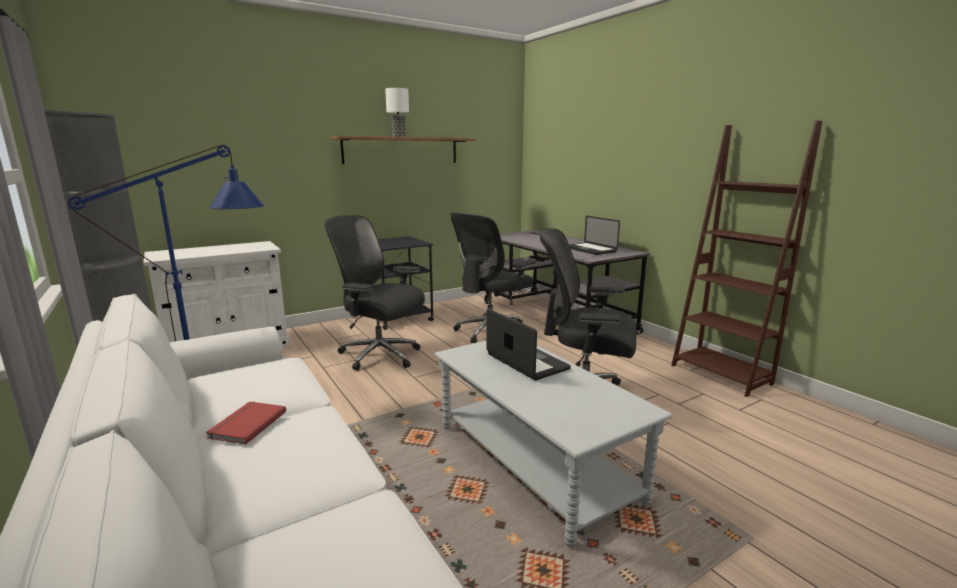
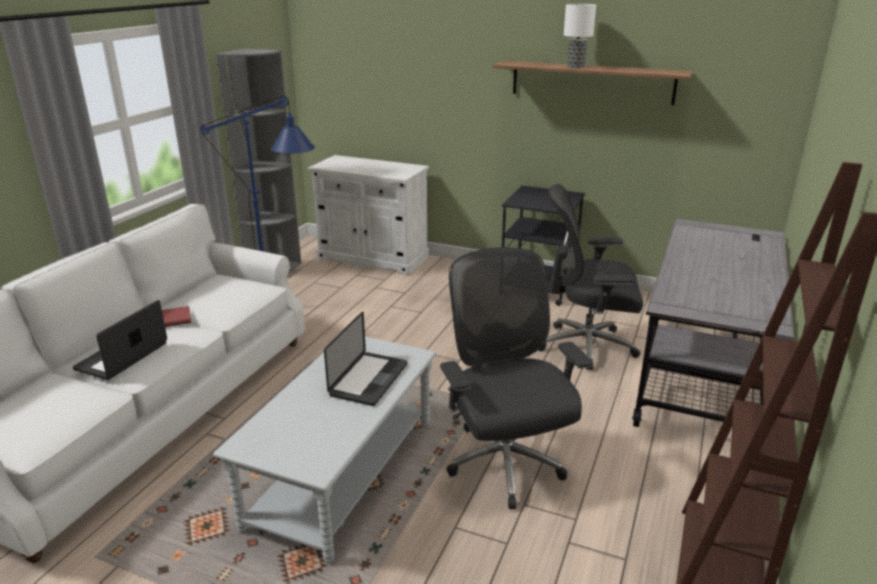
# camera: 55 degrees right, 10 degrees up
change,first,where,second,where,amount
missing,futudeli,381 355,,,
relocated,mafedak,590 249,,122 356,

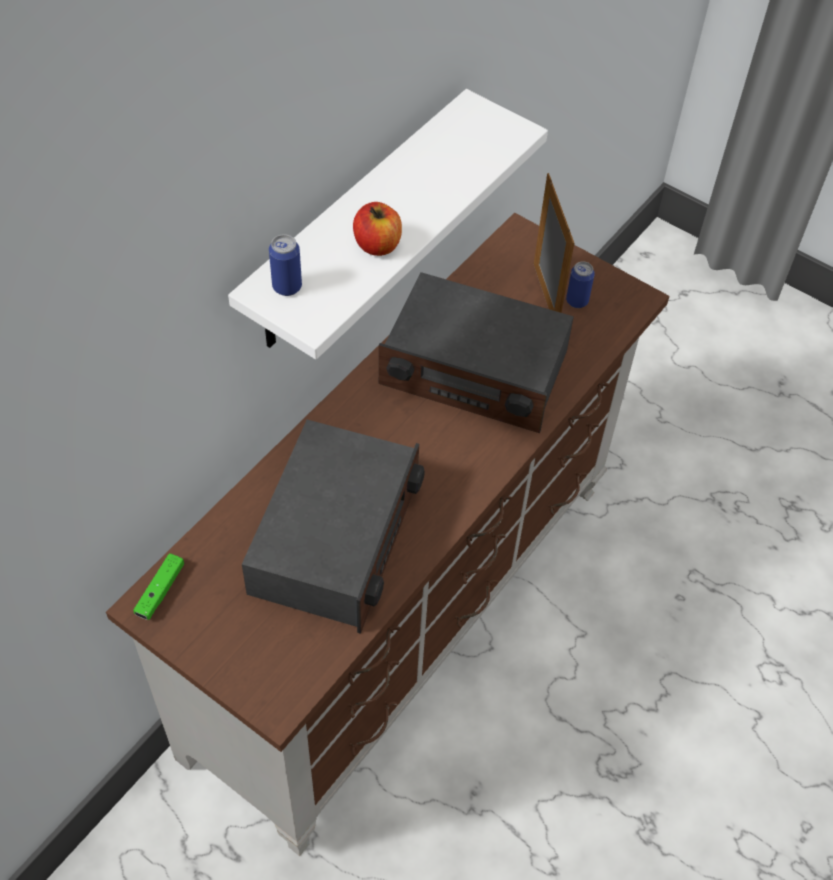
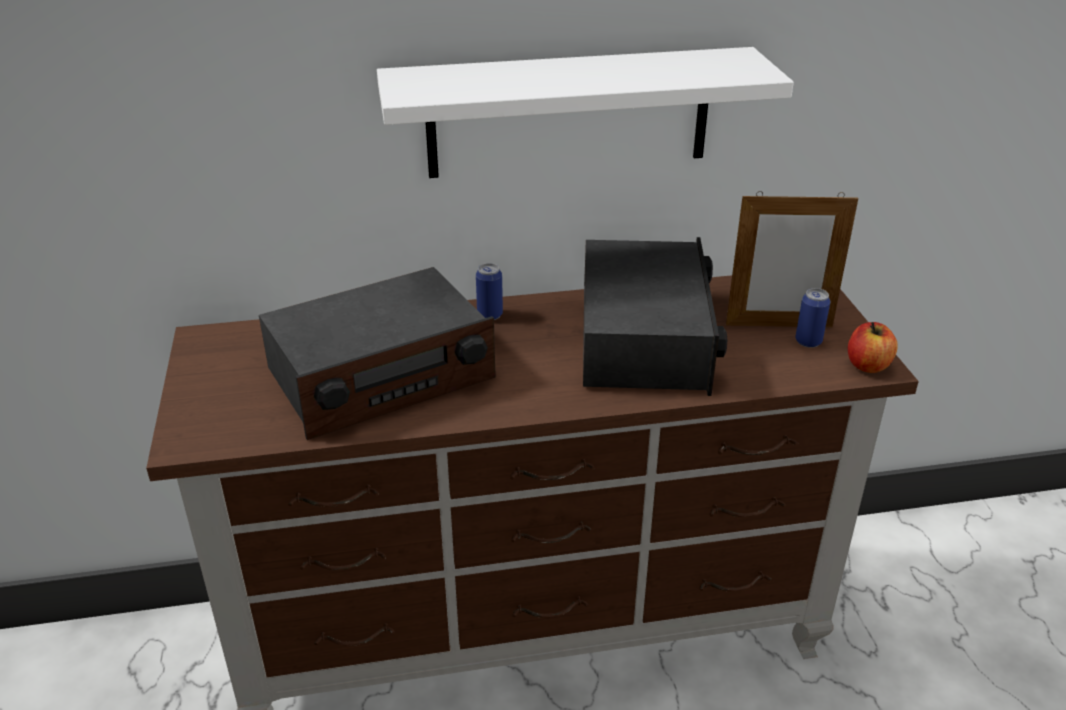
# camera: 45 degrees right, 20 degrees down
change,first,where,second,where,amount
spun,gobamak,545 297,,778 325,60 degrees clockwise
relocated,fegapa,377 245,,868 365,
relocated,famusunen,287 287,,490 315,
spun,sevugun,474 370,,645 338,150 degrees counterclockwise
missing,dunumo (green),160 591,,,

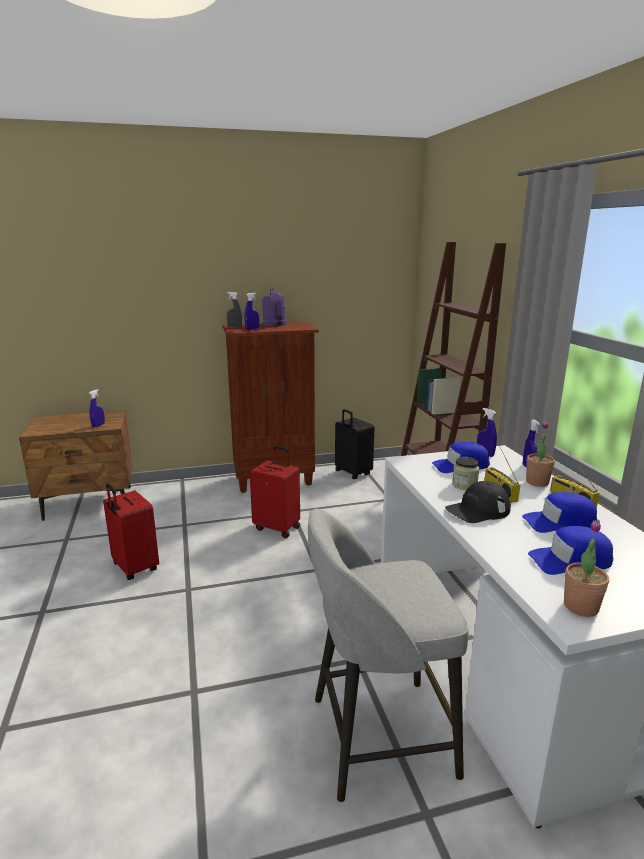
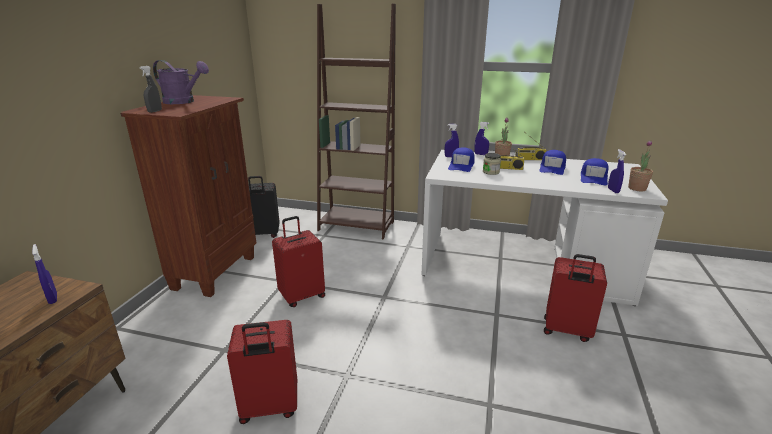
# camera: 60 degrees left, 5 degrees up
change,first,where,second,where,amount
relocated,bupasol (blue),252 329,,613 190,
missing,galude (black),477 510,,,
exchanged,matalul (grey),377 736,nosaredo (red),566 331,

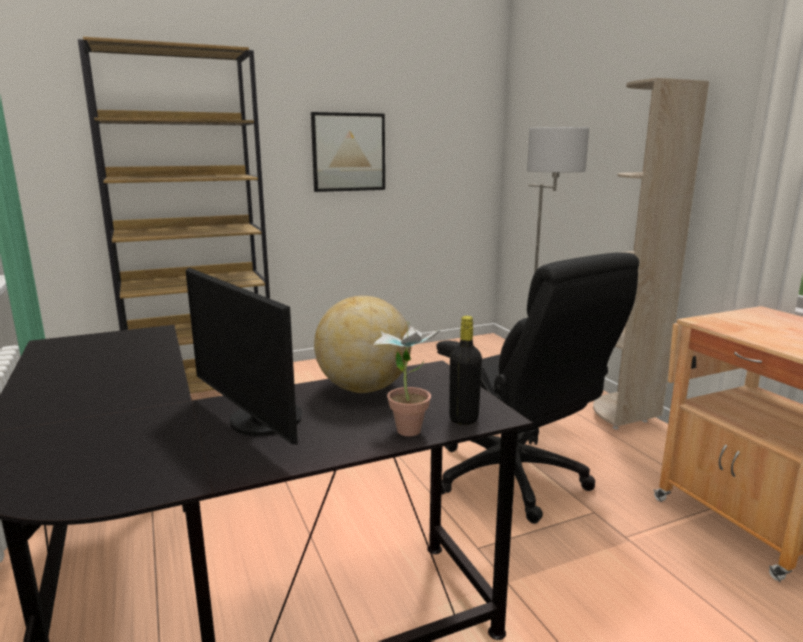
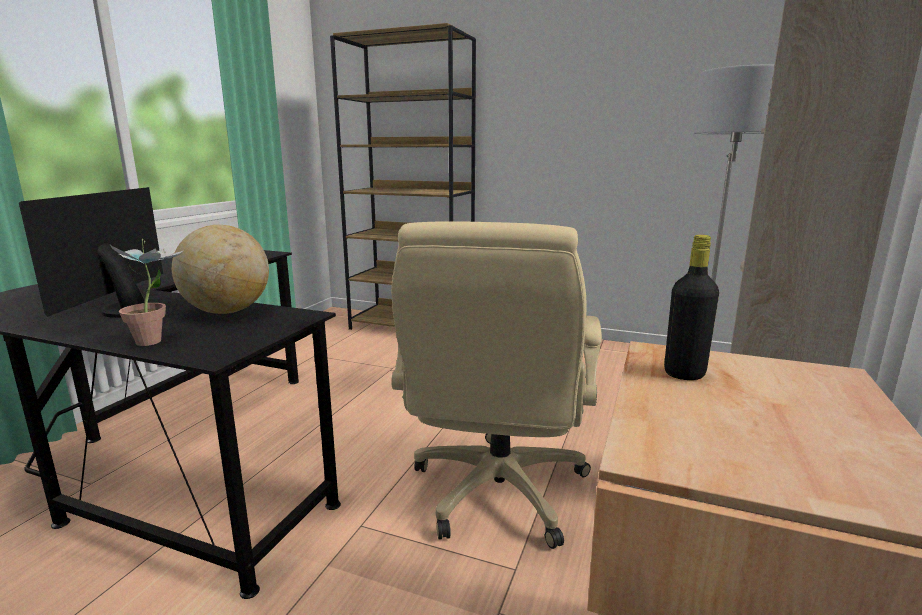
# camera: 45 degrees right, 0 degrees up
change,first,where,second,where,amount
missing,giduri,348 152,,,
colour,futudeli (black),516 482,futudeli (beige),495 497,
relocated,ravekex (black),463 418,,684 373,

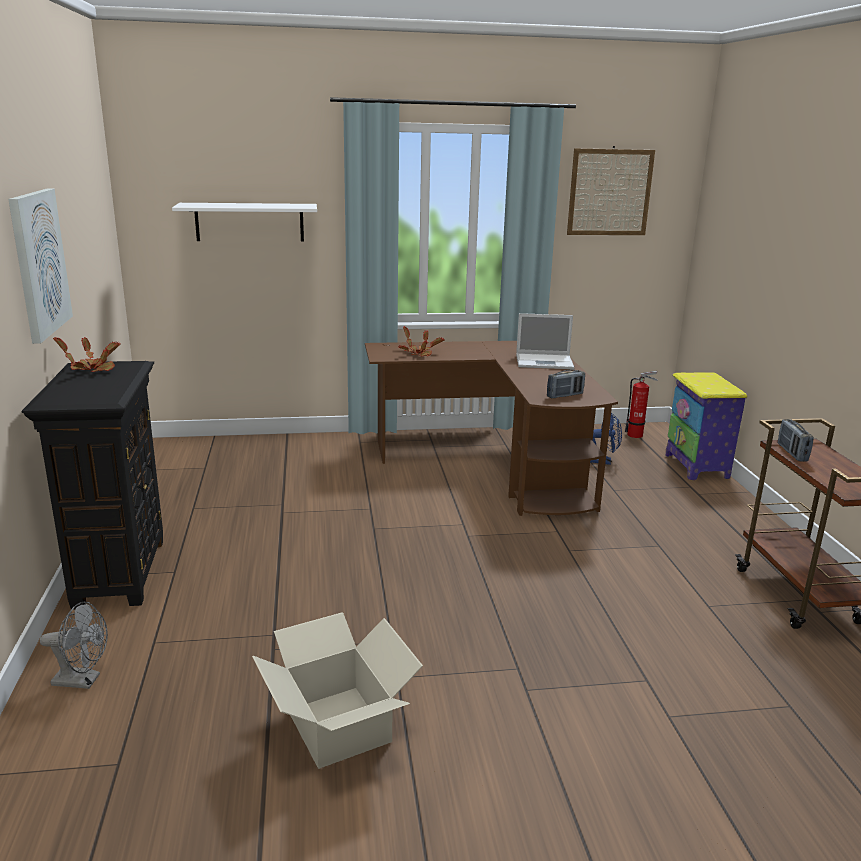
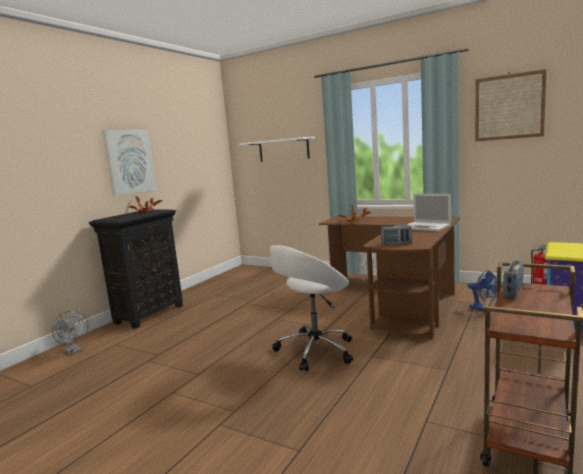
# camera: 40 degrees right, 10 degrees down
change,first,where,second,where,amount
missing,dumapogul,337 726,,,
appeared,,,futudeli (white),313 351,

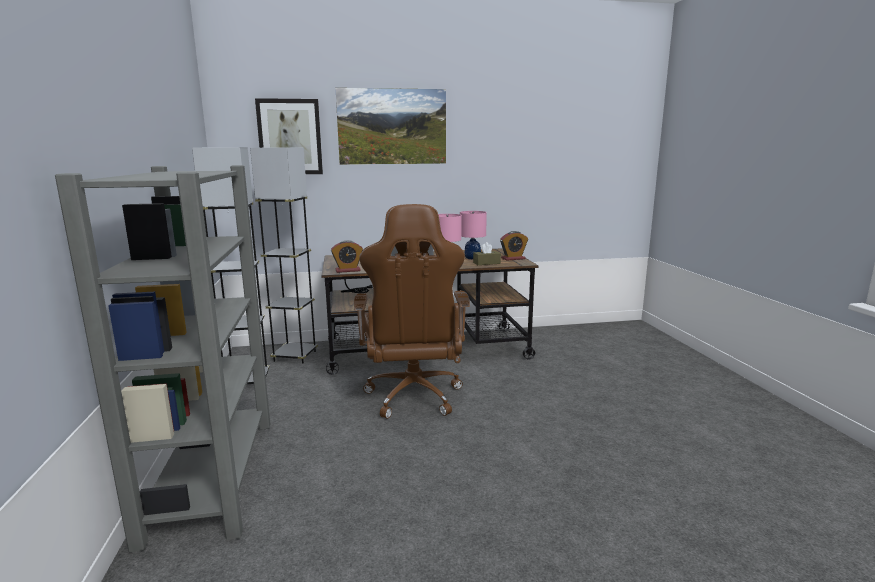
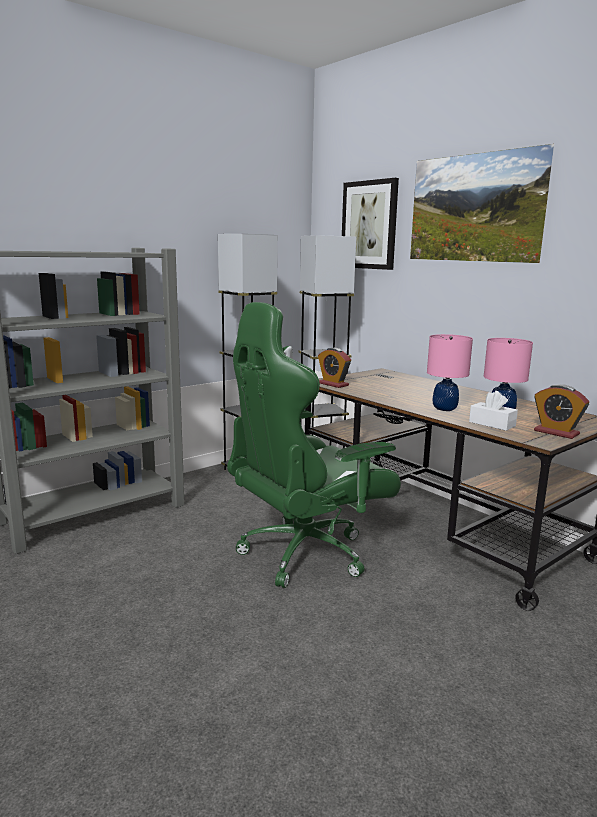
# camera: 60 degrees right, 0 degrees up
change,first,where,second,where,amount
colour,futudeli (brown),413 393,futudeli (green),310 551,
colour,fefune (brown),486 263,fefune (white),492 424,

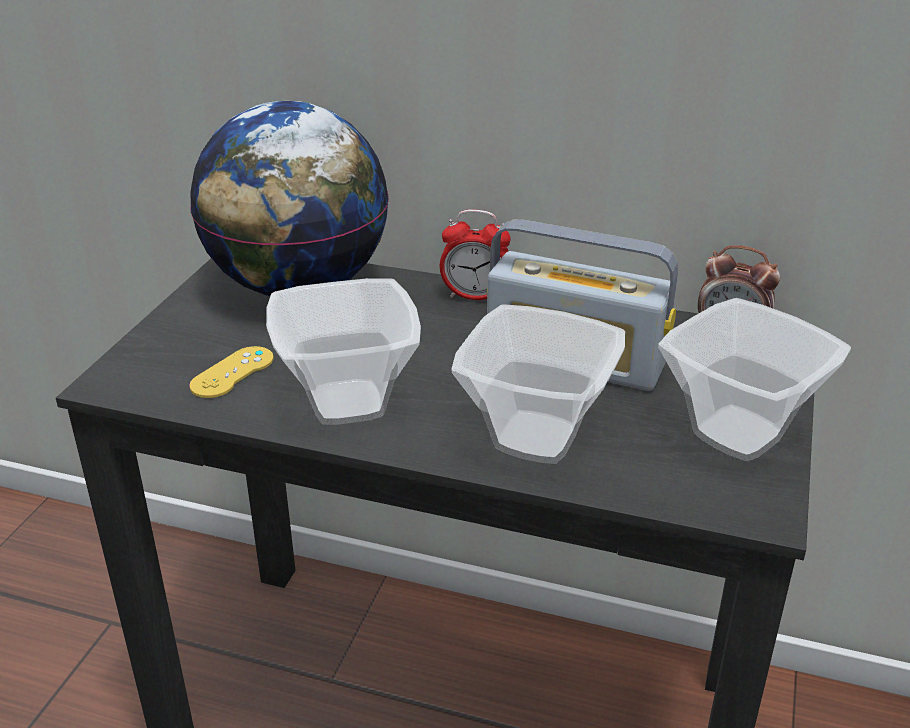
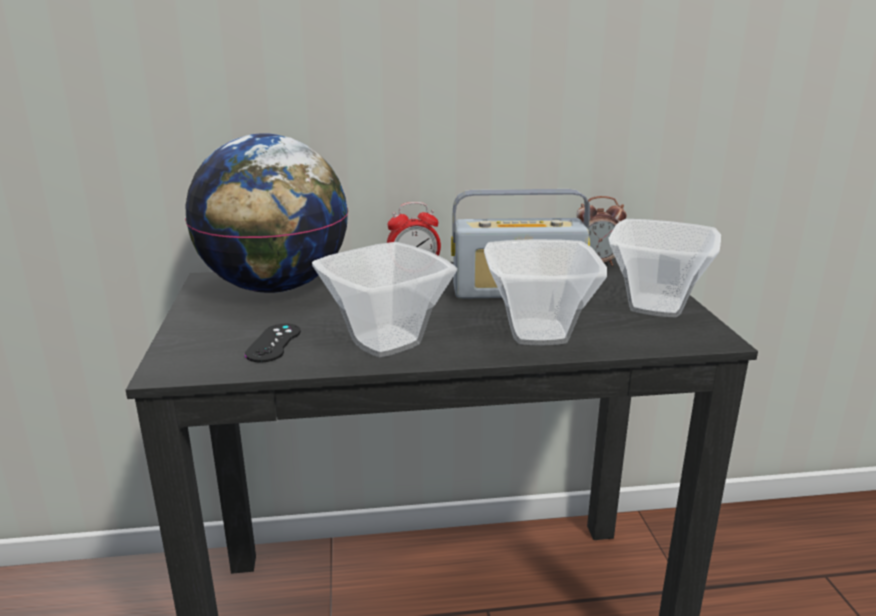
# camera: 25 degrees left, 10 degrees down
change,first,where,second,where,amount
colour,dunumo (yellow),232 372,dunumo (black),273 343,

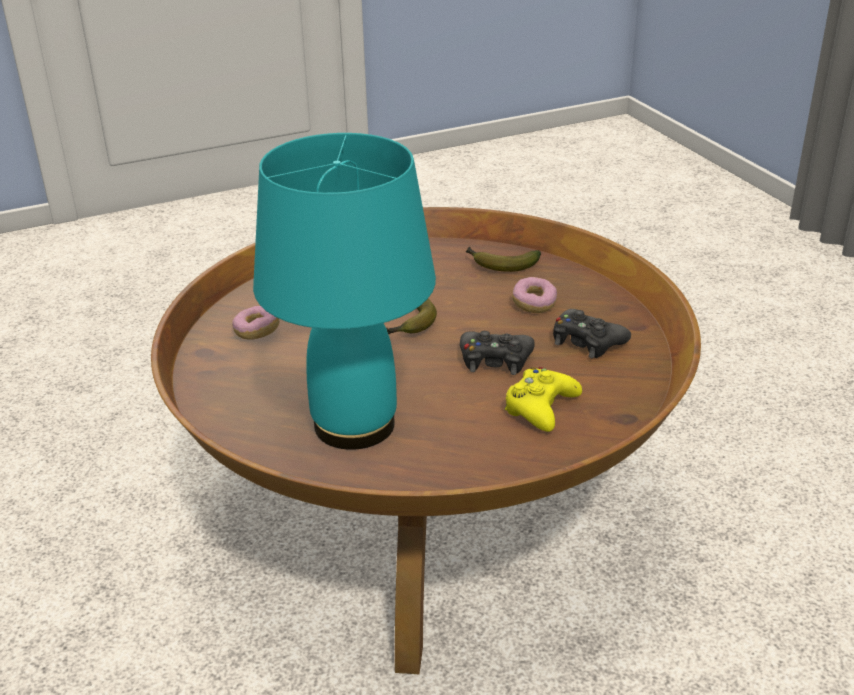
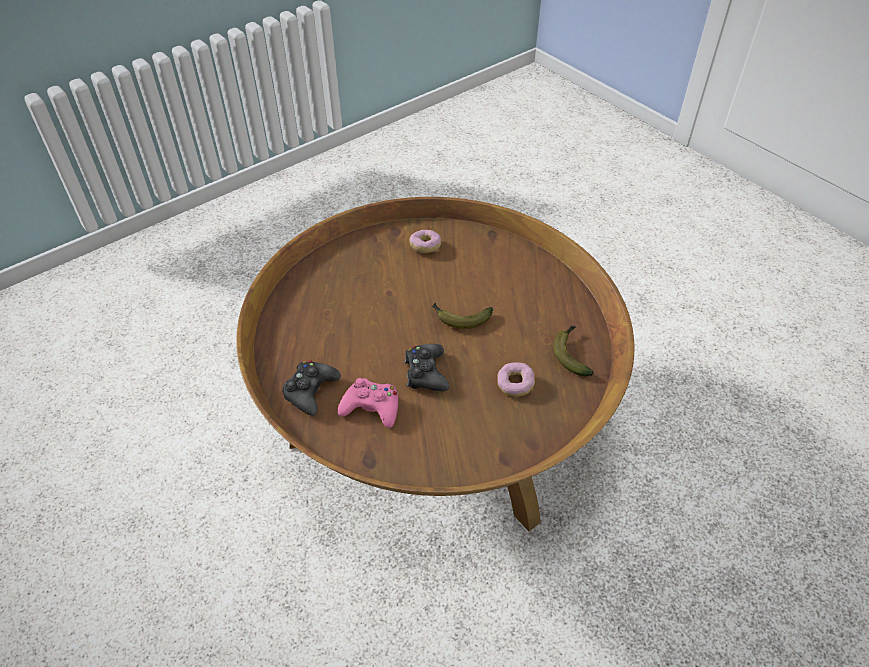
# camera: 75 degrees right, 15 degrees up
change,first,where,second,where,amount
missing,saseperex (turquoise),352 426,,,
relocated,dunumo (black),587 342,,310 391,
colour,dunumo (yellow),540 407,dunumo (pink),371 407,

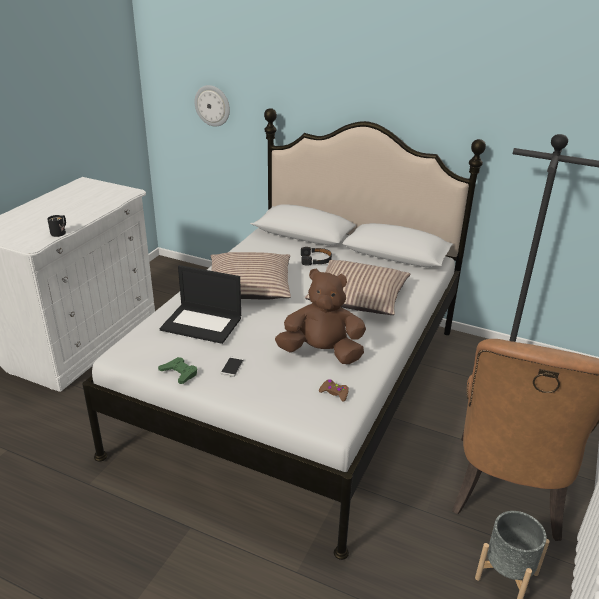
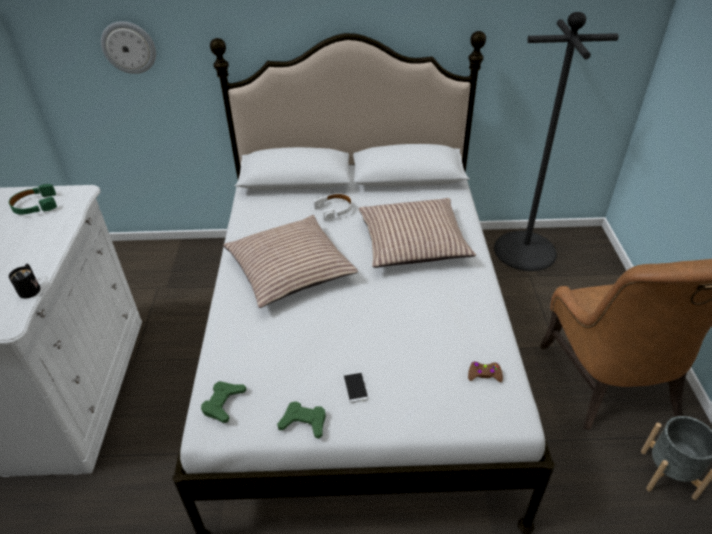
# camera: 25 degrees left, 10 degrees up
change,first,where,second,where,amount
colour,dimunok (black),316 260,dimunok (white),334 209,
missing,mafedak,202 323,,,
missing,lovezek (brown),322 353,,,
appeared,,,dimunok (green),35 205,
appeared,,,dunumo (green),223 403,

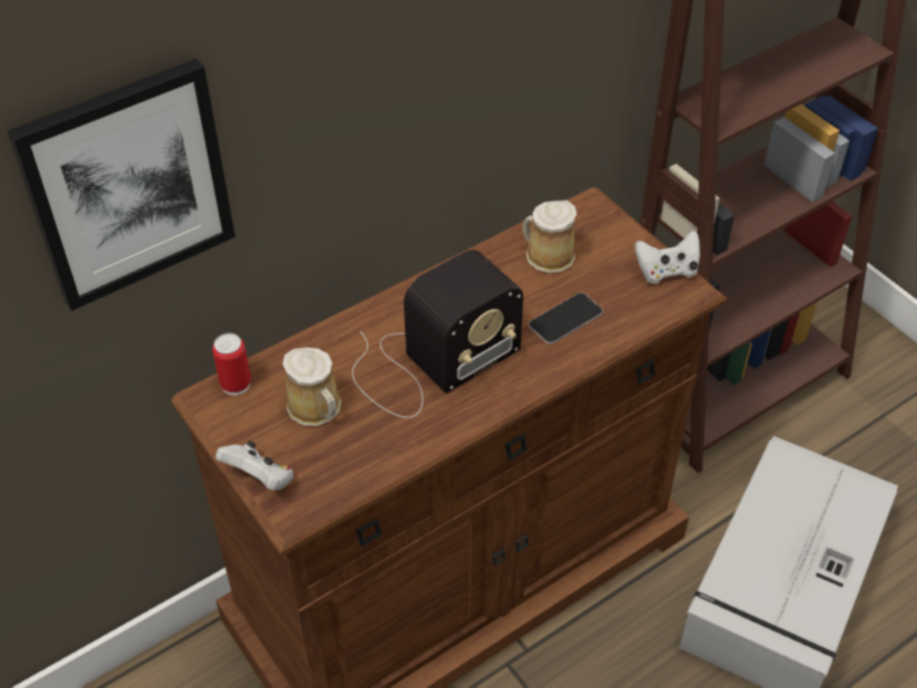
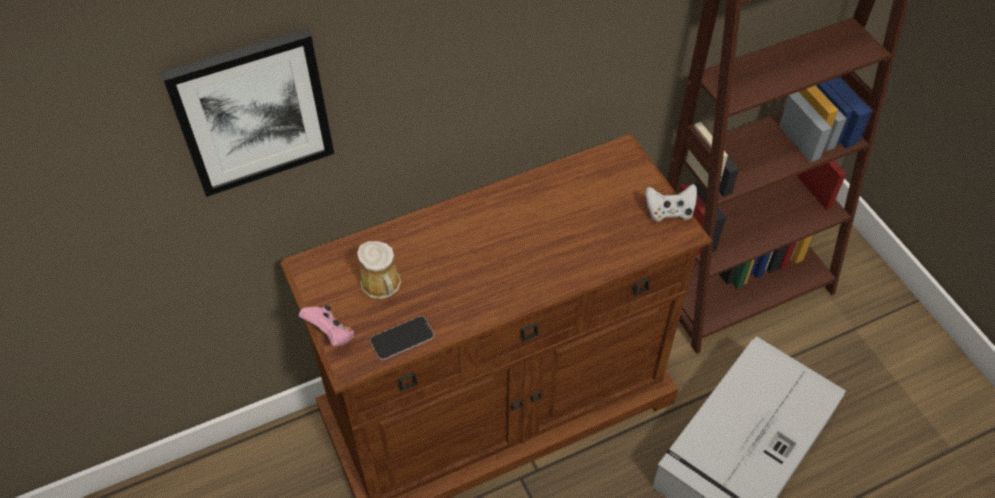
# camera: 10 degrees right, 5 degrees up
change,first,where,second,where,amount
missing,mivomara,547 255,,,
missing,sevugun,429 363,,,
relocated,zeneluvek,565 319,,402 338,
missing,famusunen,235 384,,,
colour,dunumo (white),260 479,dunumo (pink),330 334,

